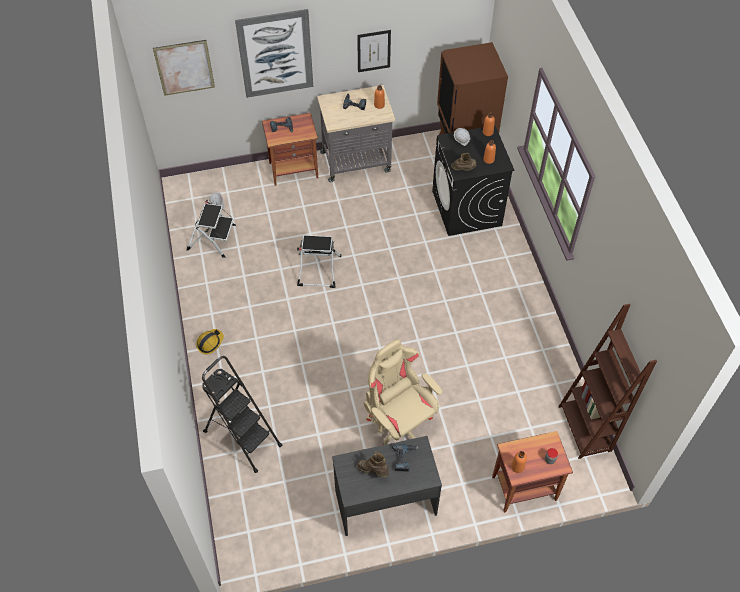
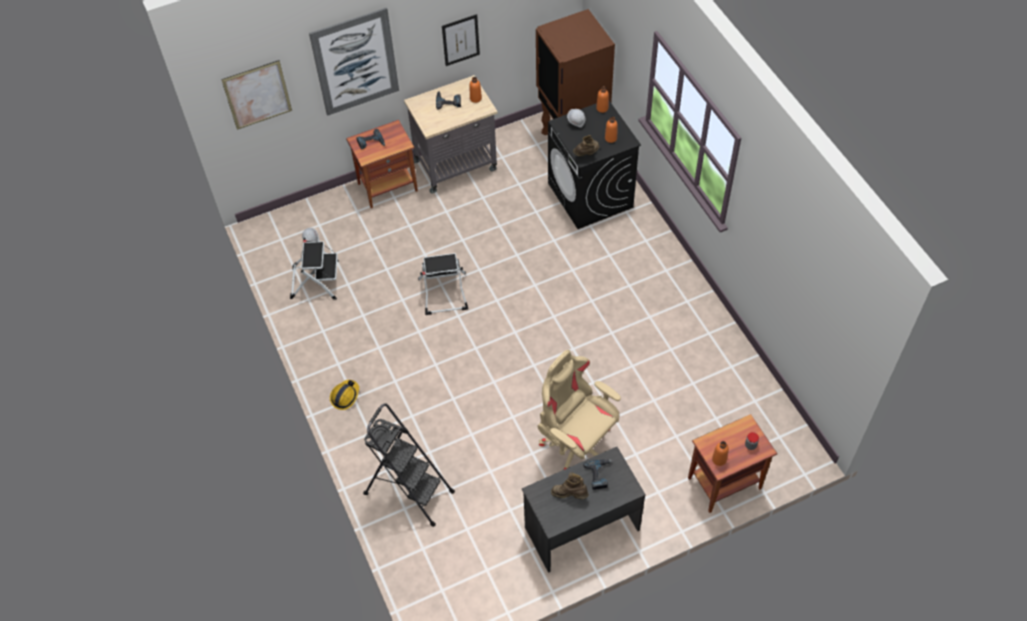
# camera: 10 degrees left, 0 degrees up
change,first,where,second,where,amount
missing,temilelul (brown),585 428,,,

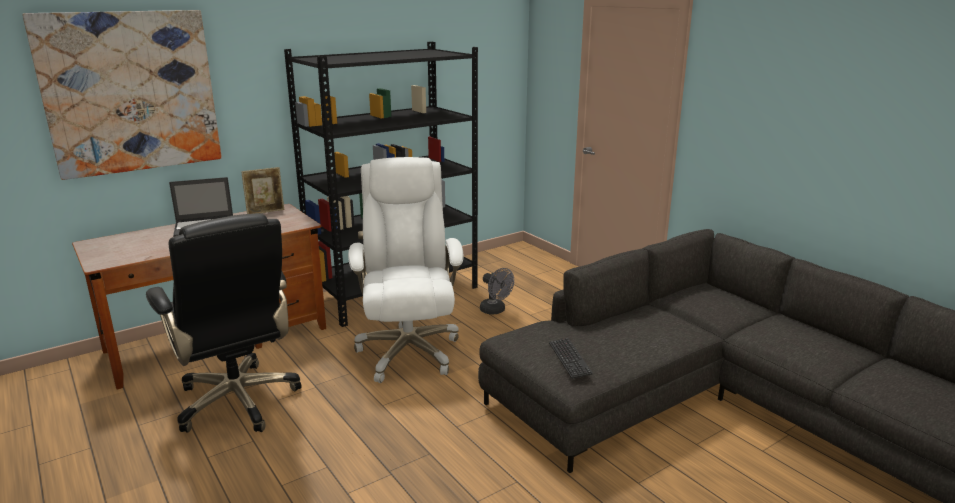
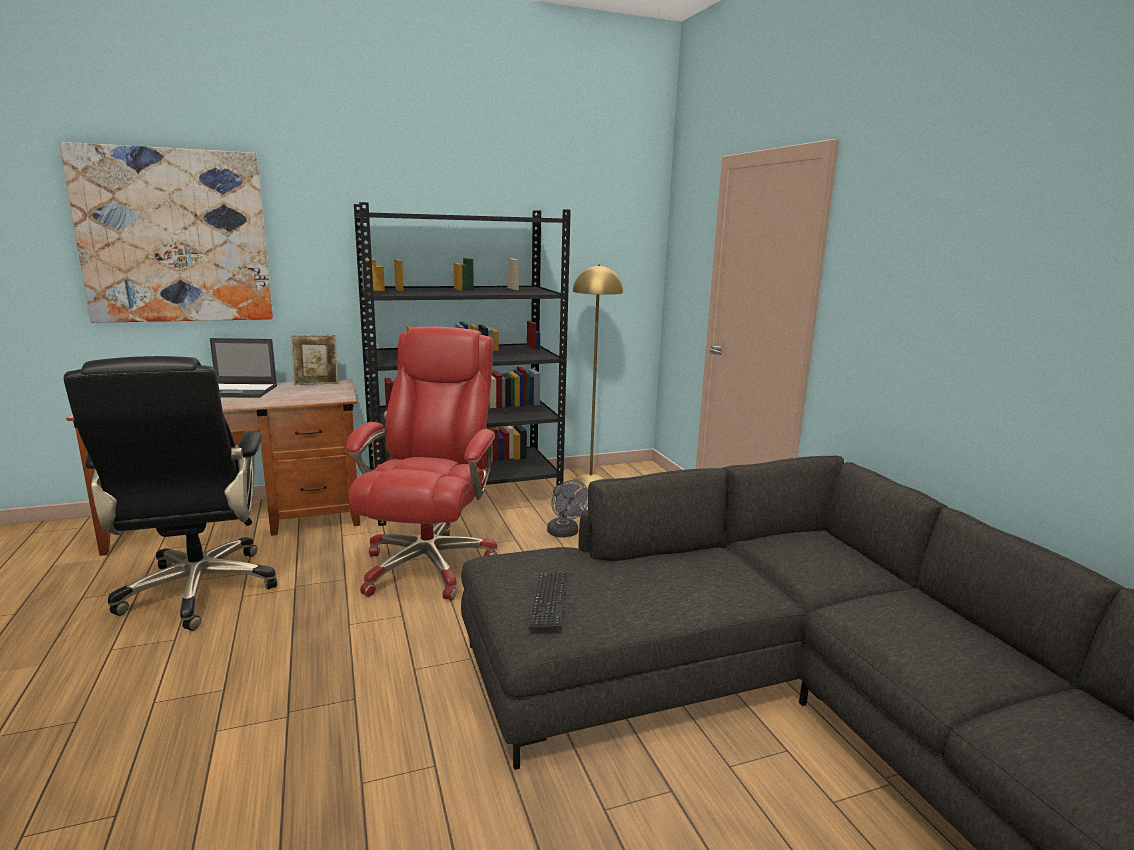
# camera: 15 degrees right, 5 degrees down
change,first,where,second,where,amount
colour,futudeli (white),410 351,futudeli (red),431 564,
appeared,,,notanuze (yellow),591 480,

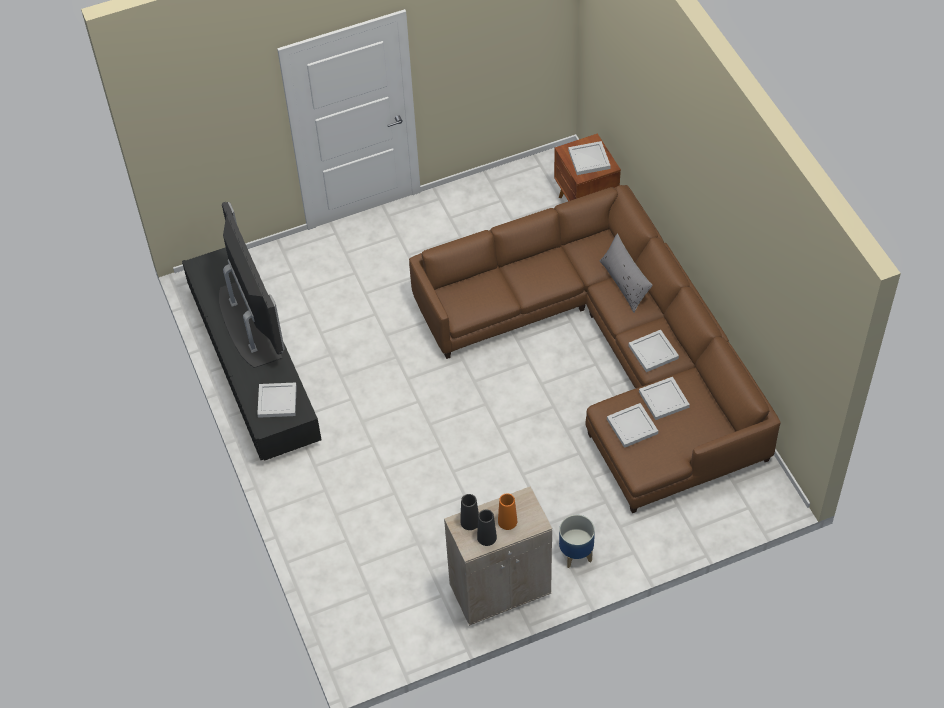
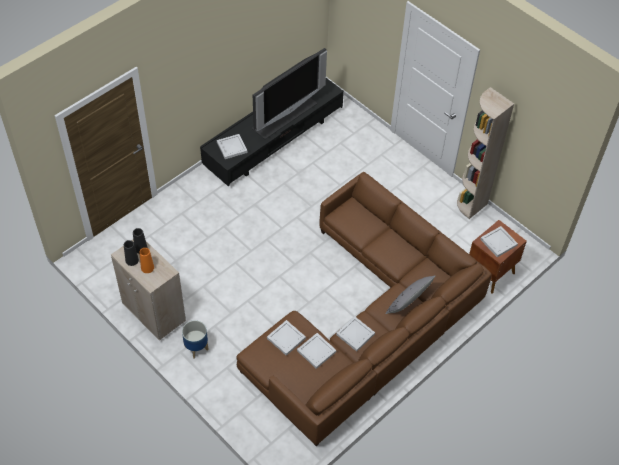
# camera: 65 degrees right, 0 degrees up
change,first,where,second,where,amount
appeared,,,temilelul (beige),468 206,

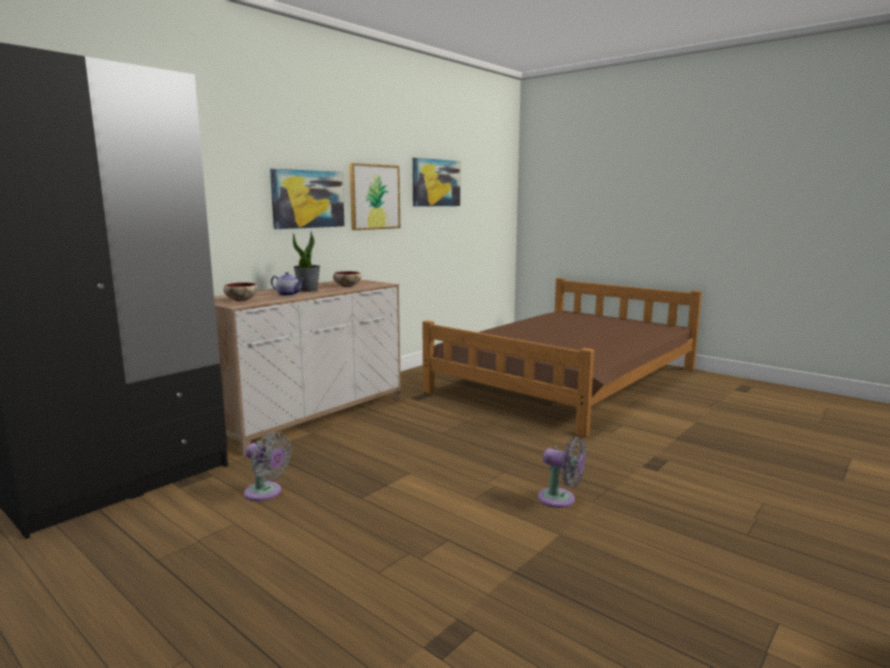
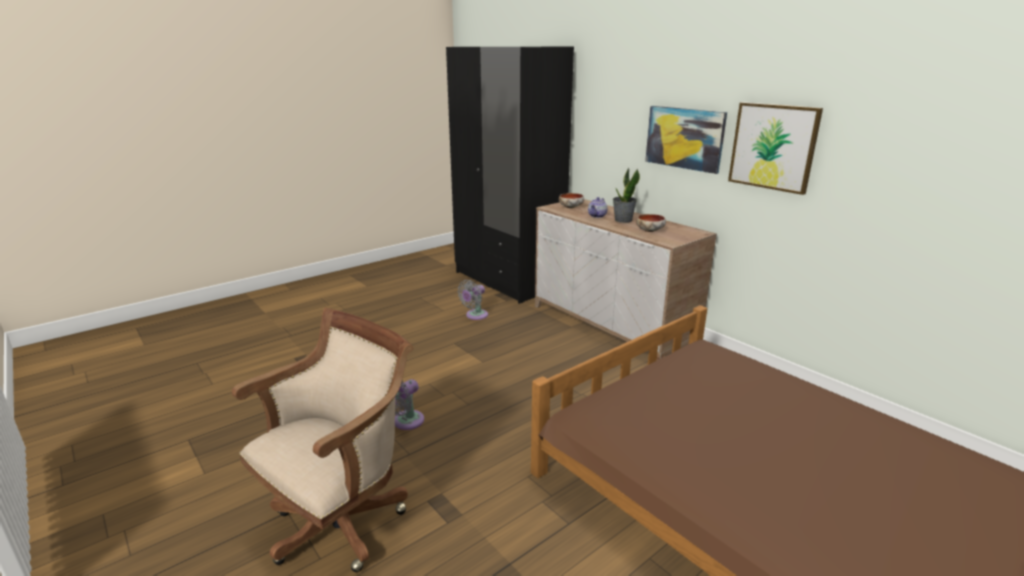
# camera: 100 degrees right, 10 degrees up
change,first,where,second,where,amount
missing,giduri,436 183,,,
appeared,,,futudeli,344 522,

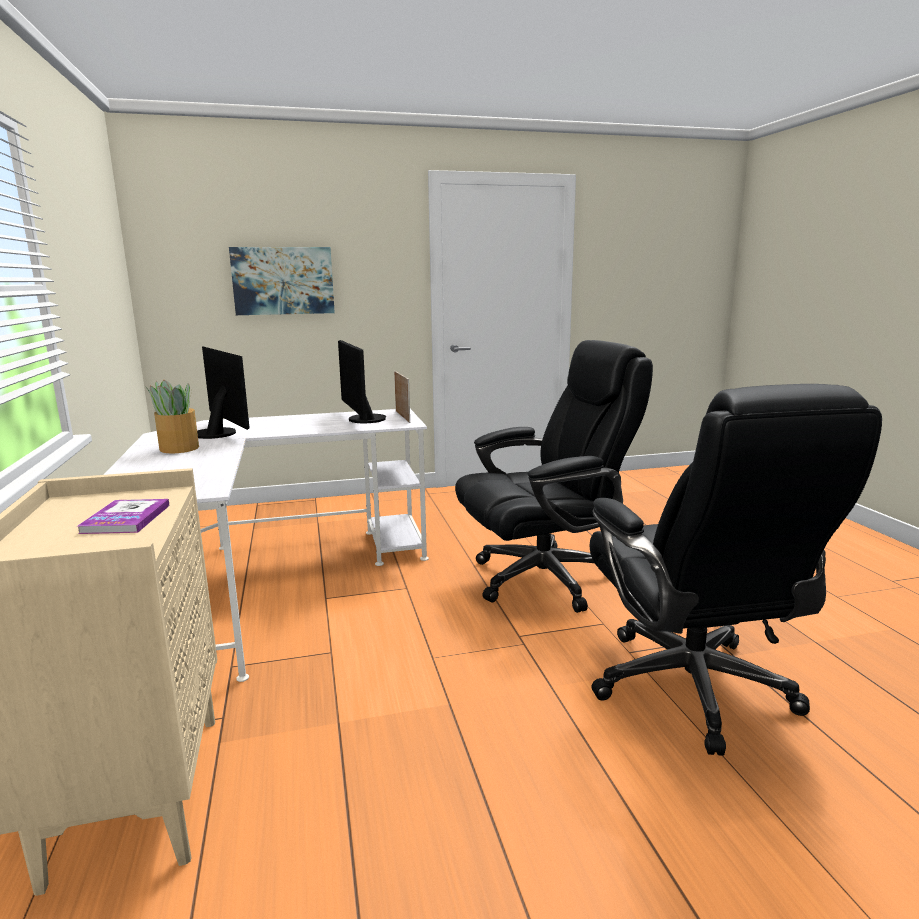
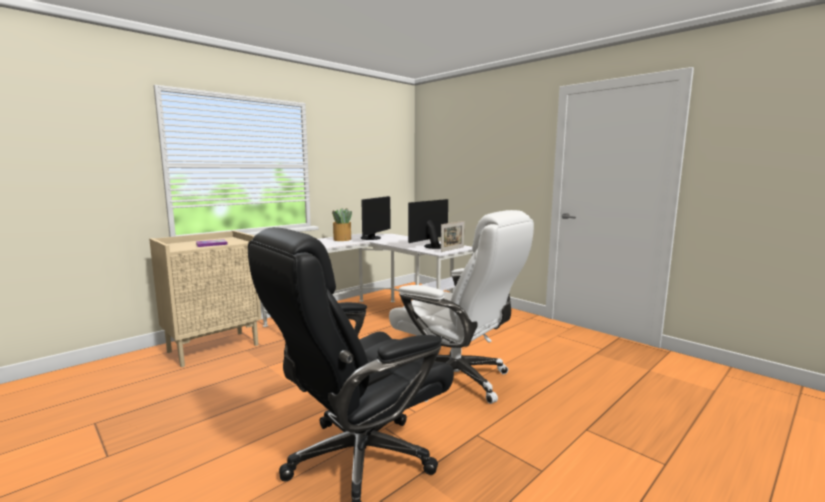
# camera: 60 degrees right, 5 degrees down
change,first,where,second,where,amount
missing,giduri,283 281,,,
colour,futudeli (black),543 578,futudeli (white),456 379,

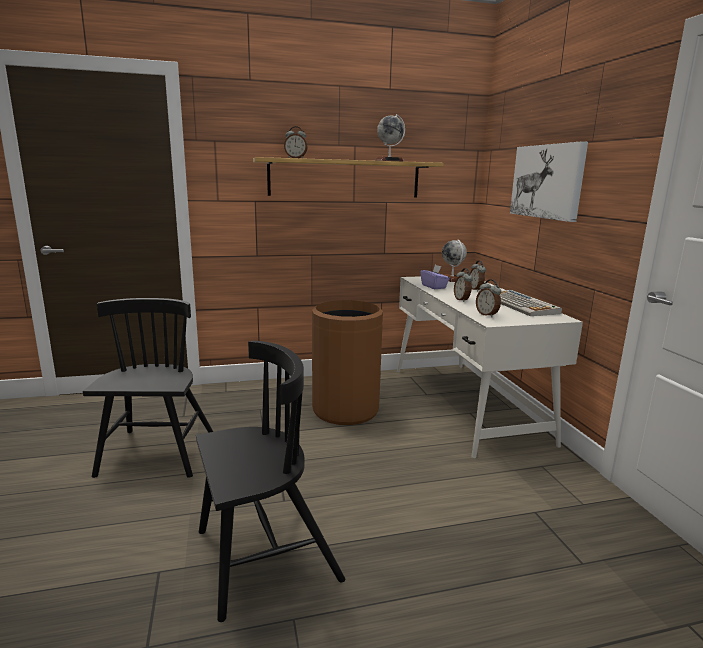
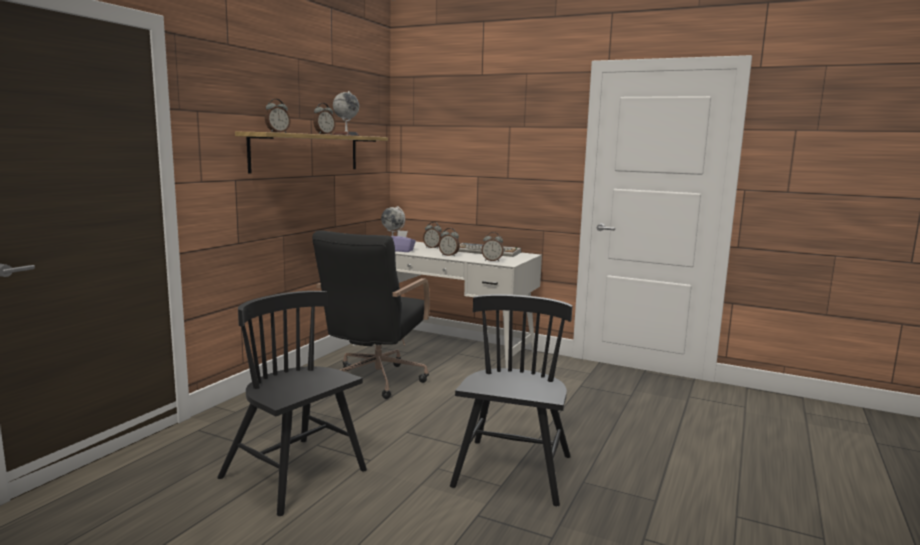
# camera: 50 degrees left, 5 degrees down
change,first,where,second,where,amount
missing,giduri,547 181,,,
exchanged,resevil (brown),345 410,futudeli (black),375 383,
appeared,,,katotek,324 134,

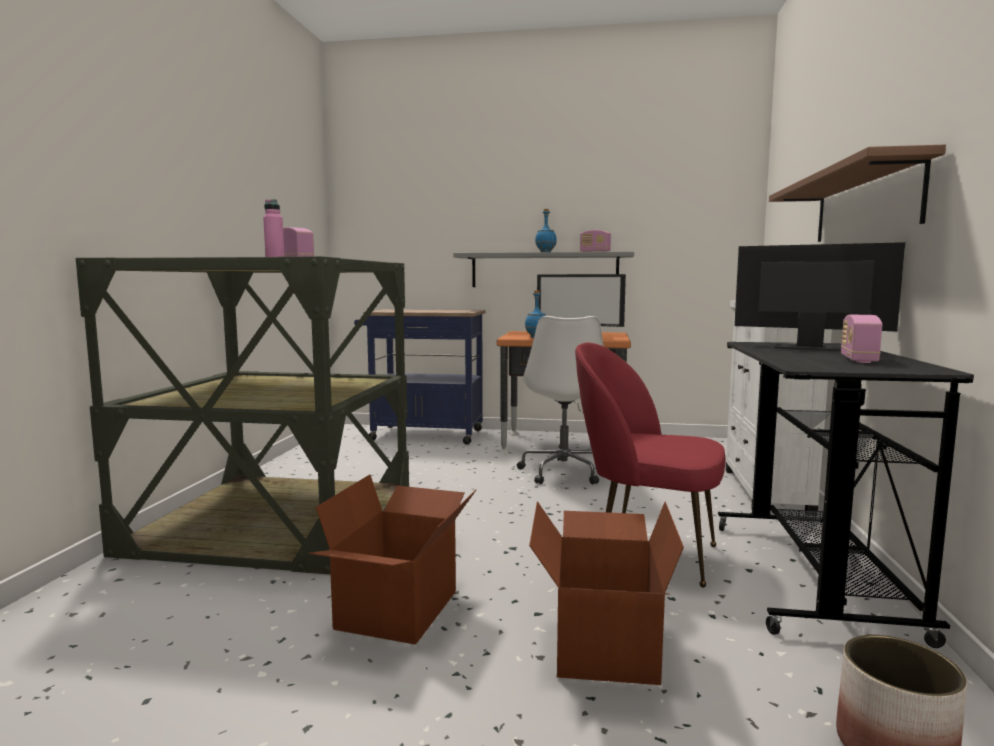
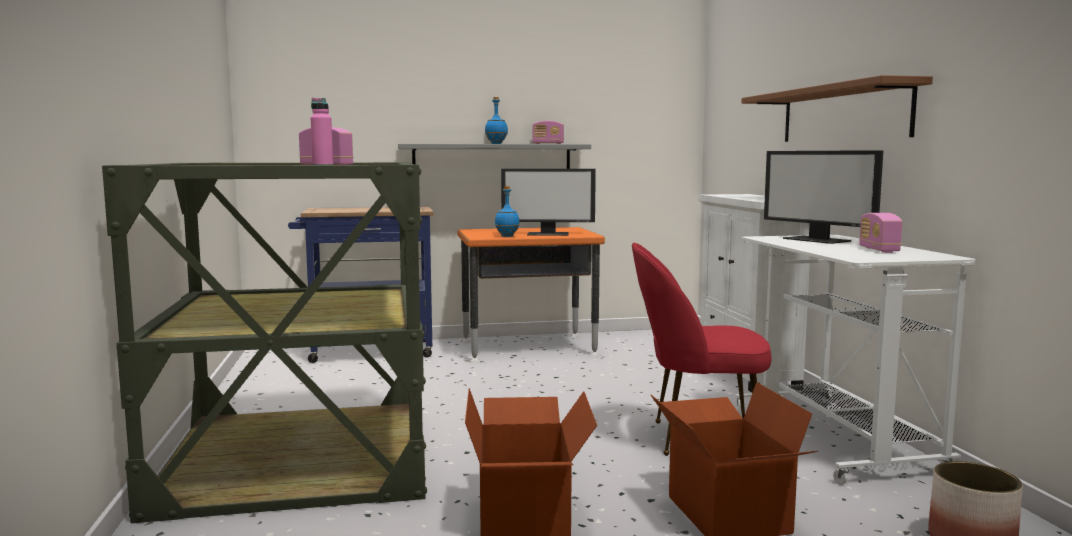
# camera: 20 degrees left, 0 degrees up
change,first,where,second,where,amount
spun,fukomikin,808 347,,818 240,135 degrees counterclockwise
missing,futudeli (white),563 473,,,
colour,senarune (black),809 578,senarune (white),834 439,

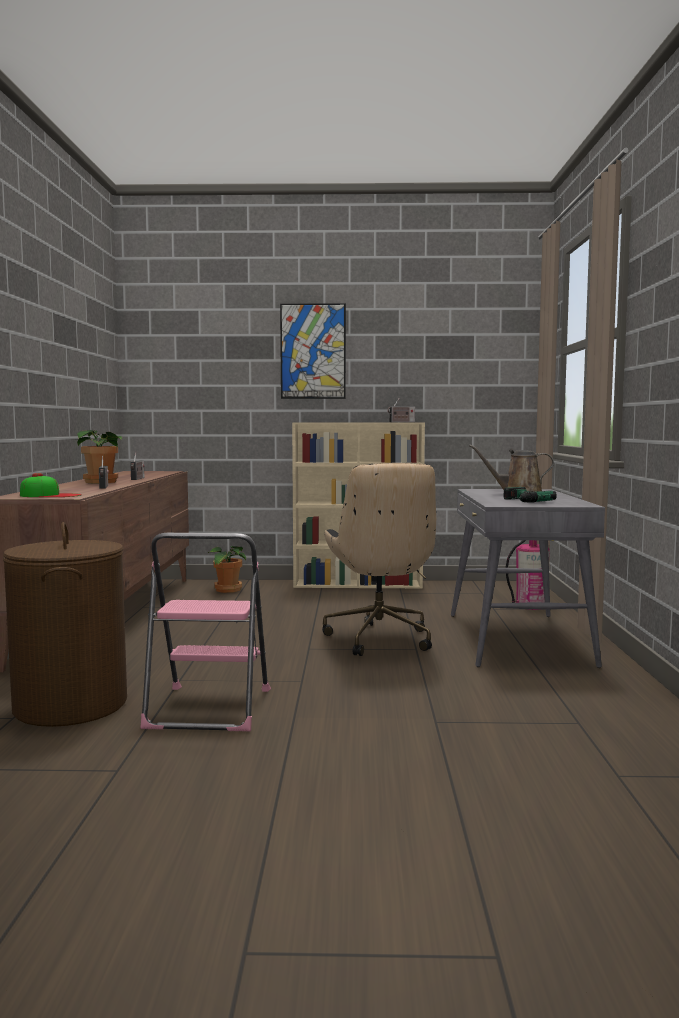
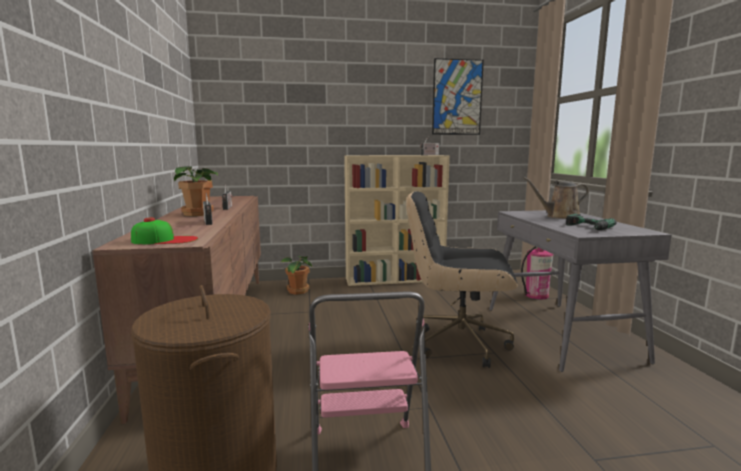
# camera: 10 degrees left, 5 degrees up
change,first,where,second,where,amount
relocated,giduri,313 351,,457 97,
spun,futudeli (black),379 641,,457 344,120 degrees clockwise

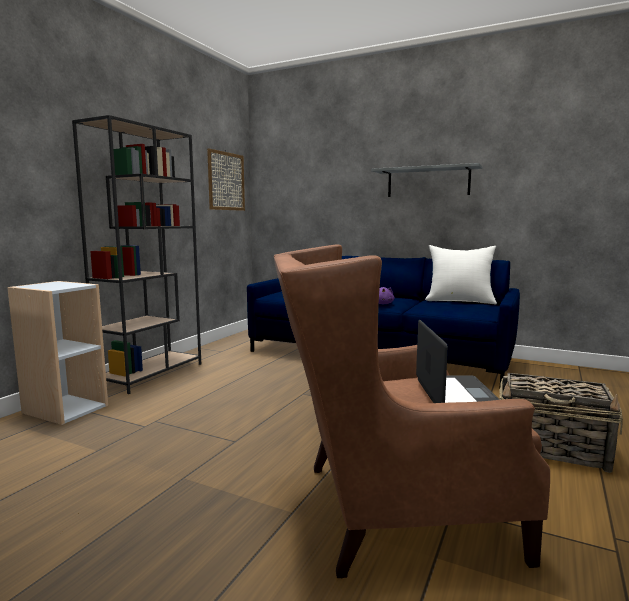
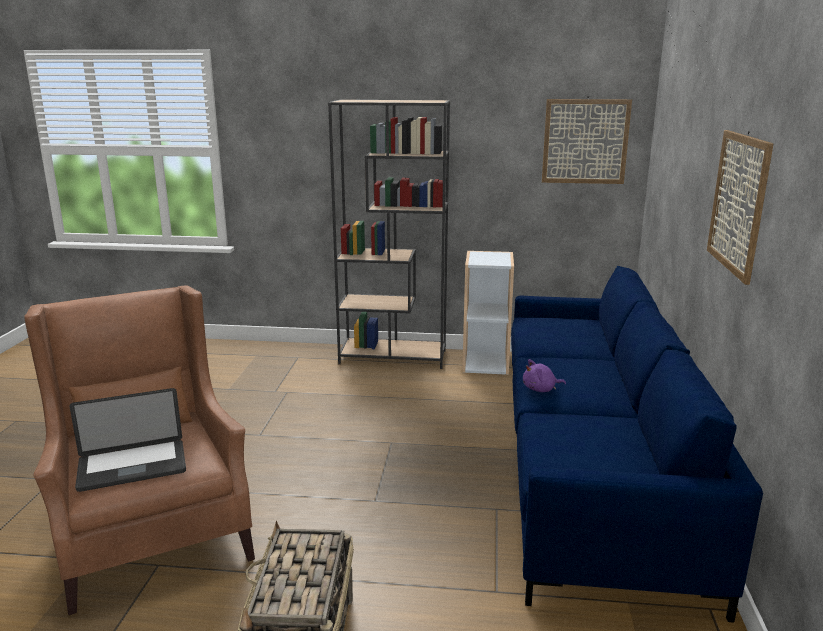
# camera: 70 degrees right, 10 degrees up
change,first,where,second,where,amount
exchanged,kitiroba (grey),428 182,giduri,739 200,
missing,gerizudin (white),460 301,,,
relocated,temilelul,65 408,,486 362,

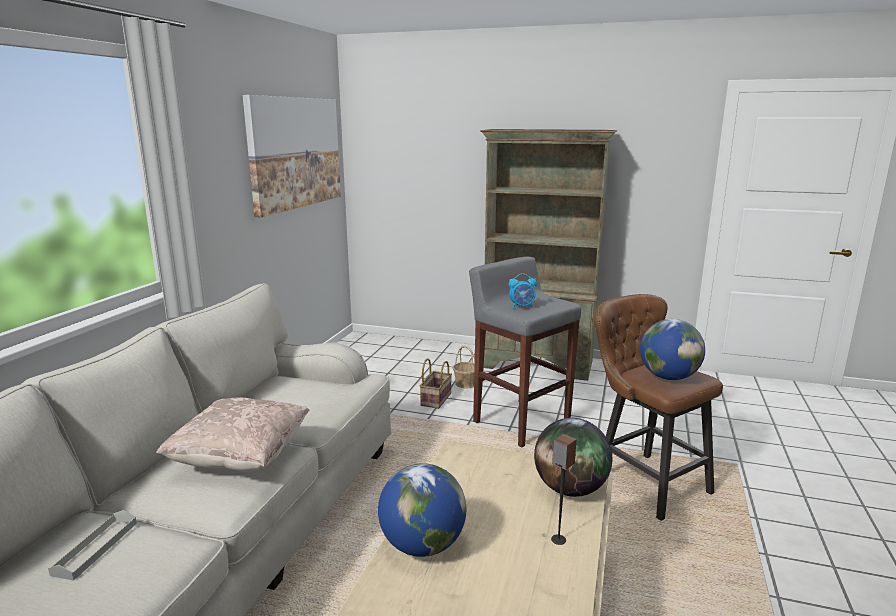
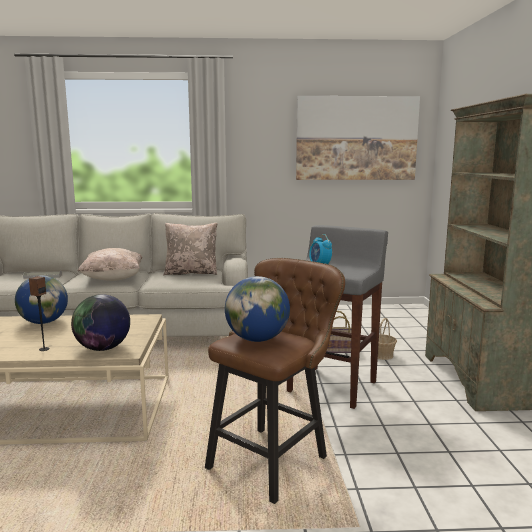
# camera: 70 degrees right, 5 degrees down
change,first,where,second,where,amount
appeared,,,gerizudin (beige),191 273,

